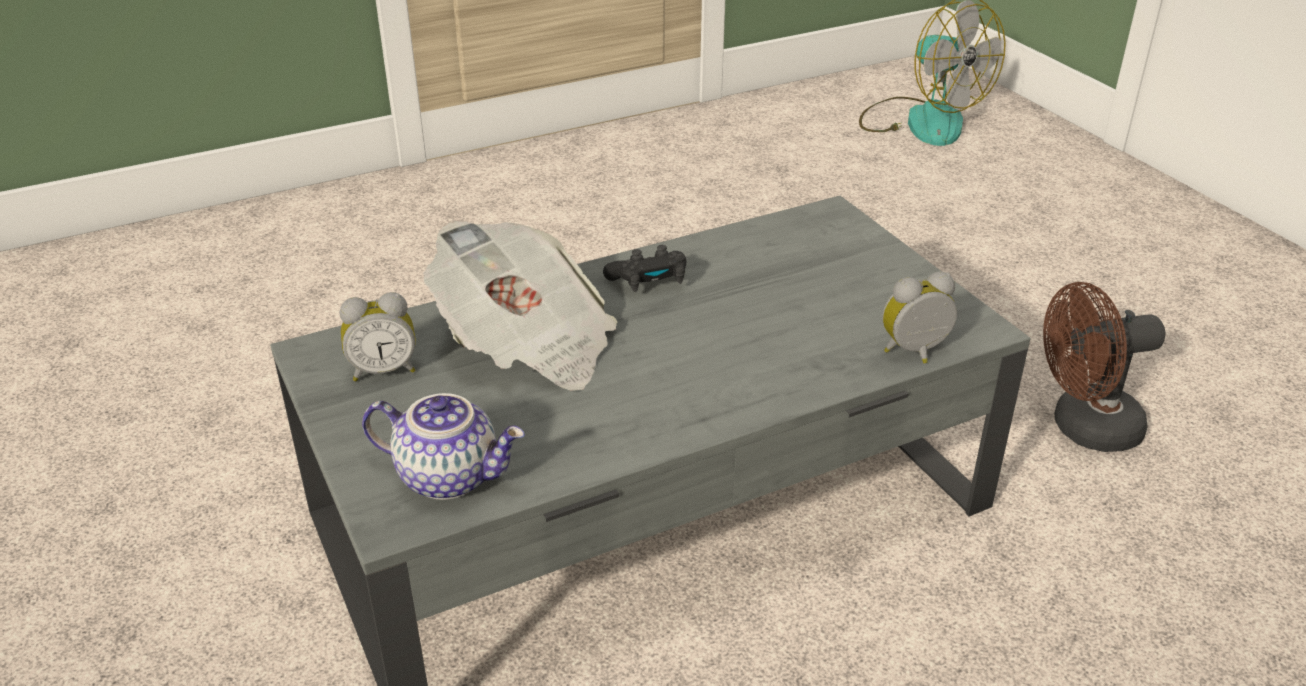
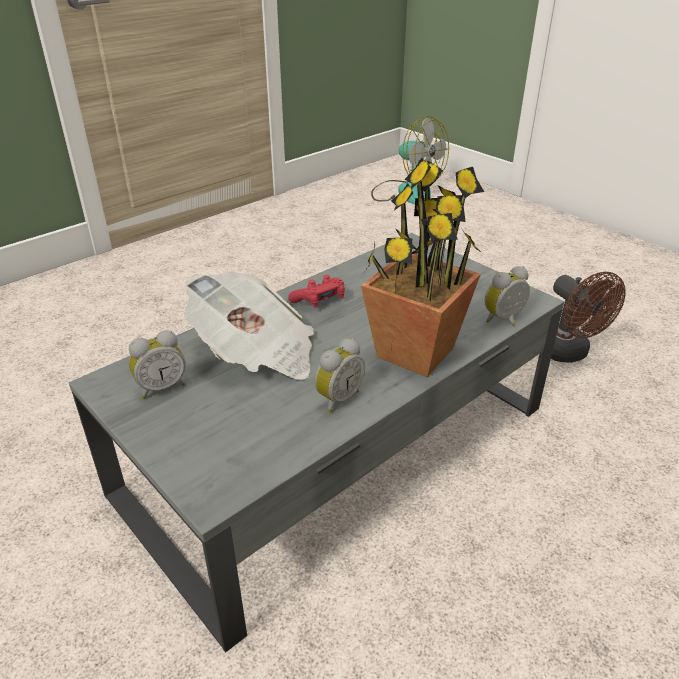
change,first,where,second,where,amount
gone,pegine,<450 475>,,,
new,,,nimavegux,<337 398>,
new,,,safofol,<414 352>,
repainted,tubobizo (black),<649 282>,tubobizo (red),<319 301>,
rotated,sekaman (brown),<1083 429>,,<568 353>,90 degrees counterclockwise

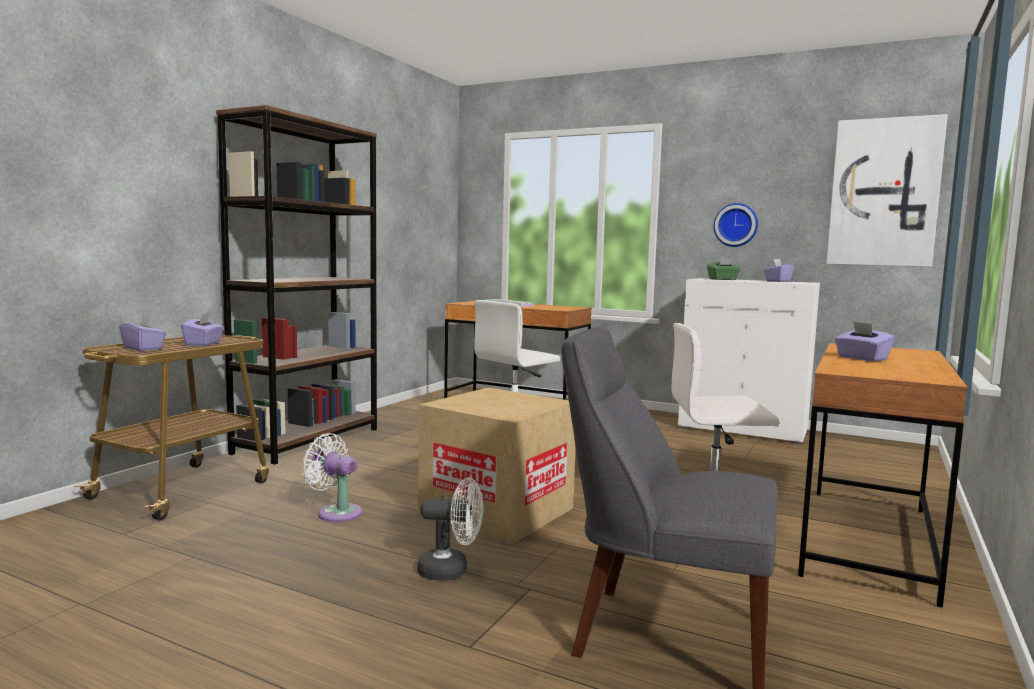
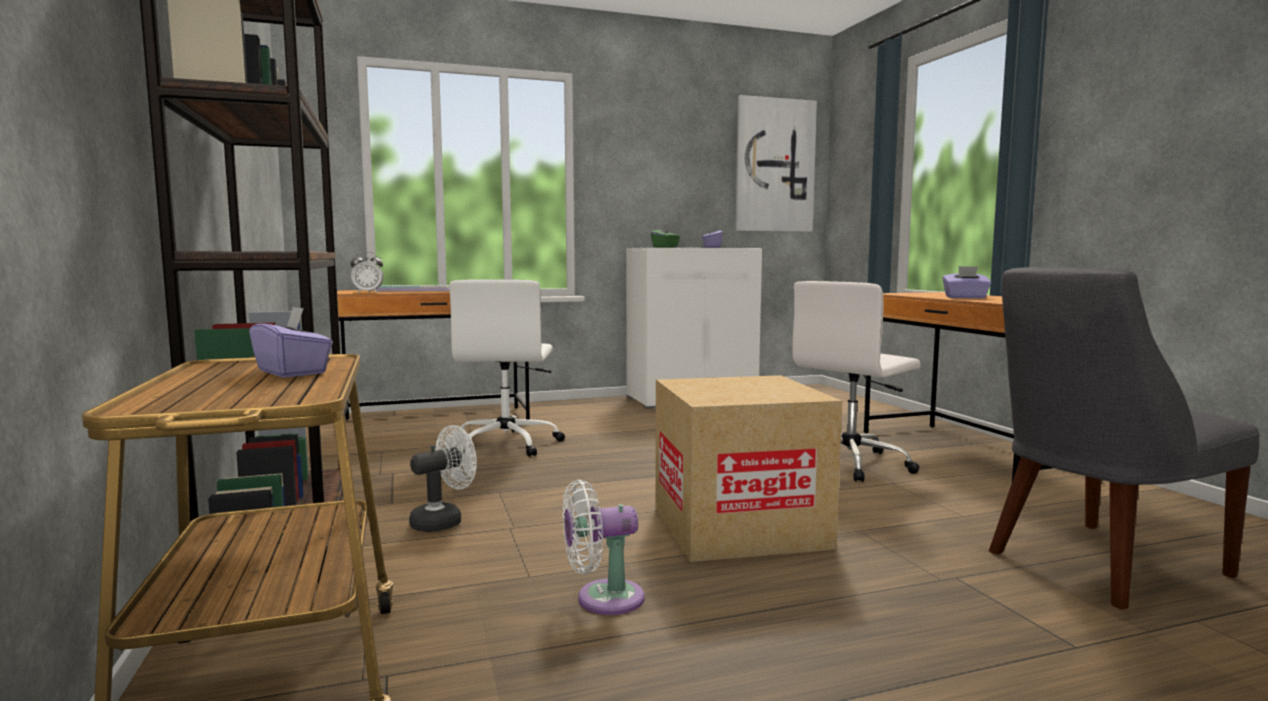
change,first,where,second,where,amount
gone,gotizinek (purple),<143 348>,,,
gone,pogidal,<736 225>,,,
new,,,nimavegux,<368 292>,
shifted,sekaman (white),<451 571>,,<444 521>,

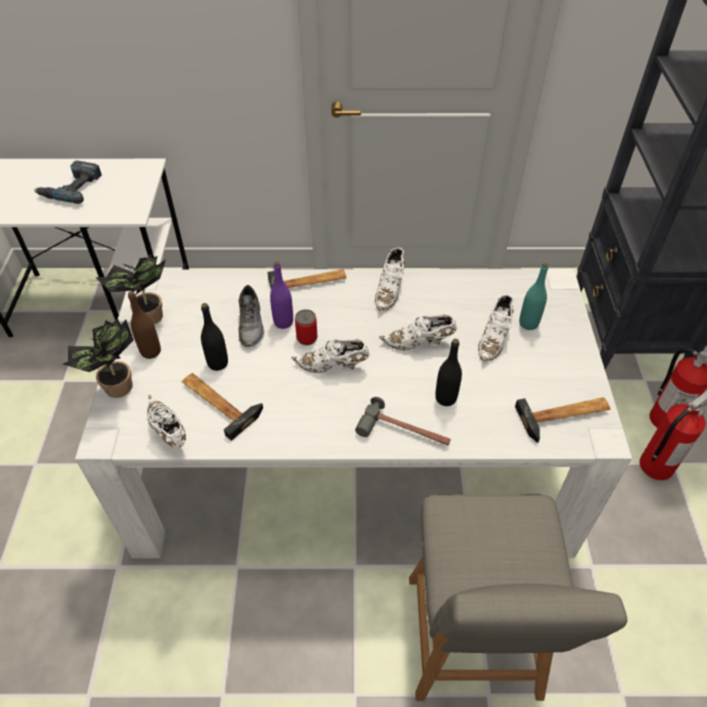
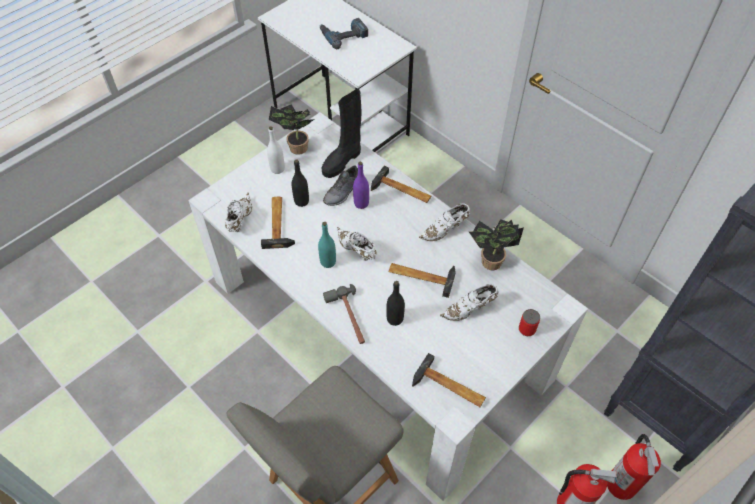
change,first,where,second,where,amount
new,,,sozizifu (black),<342 161>,
shifted,safofol,<117 390>,,<489 264>,
shifted,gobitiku,<307 338>,,<527 329>,
shifted,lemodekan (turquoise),<528 323>,,<328 262>,
swapped,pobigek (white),<419 343>,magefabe,<421 276>,
repainted,lemodekan (brown),<151 351>,lemodekan (white),<277 169>,

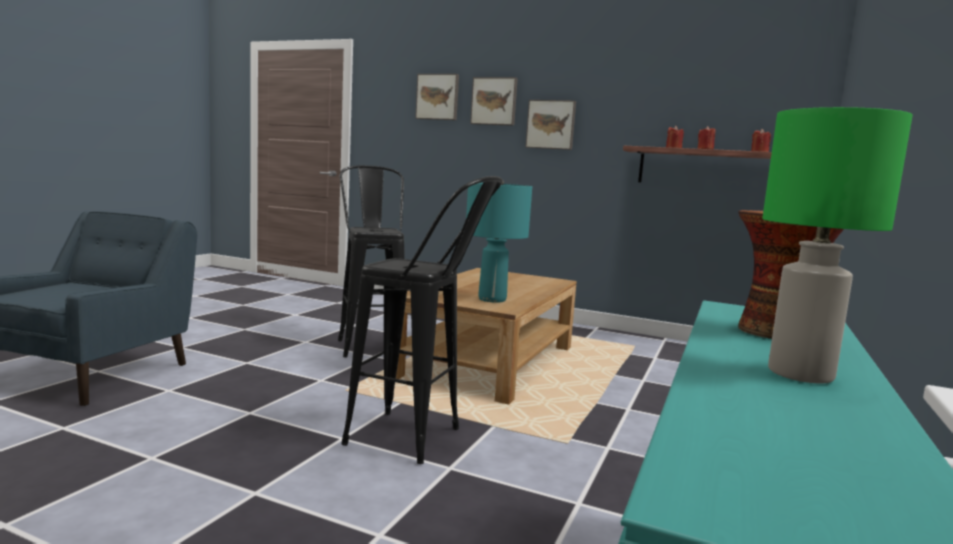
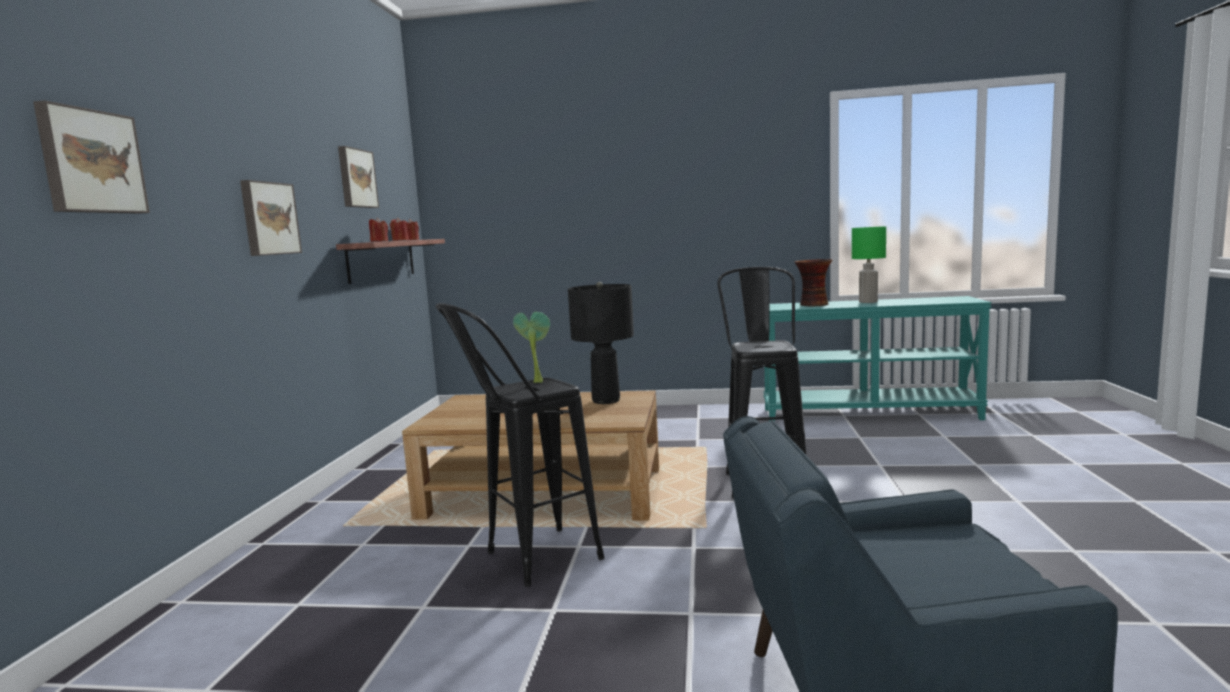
change,first,where,second,where,amount
new,,,safofol,<536 381>,
shifted,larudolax,<494 101>,,<356 178>,
repainted,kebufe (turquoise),<492 299>,kebufe (black),<605 400>,

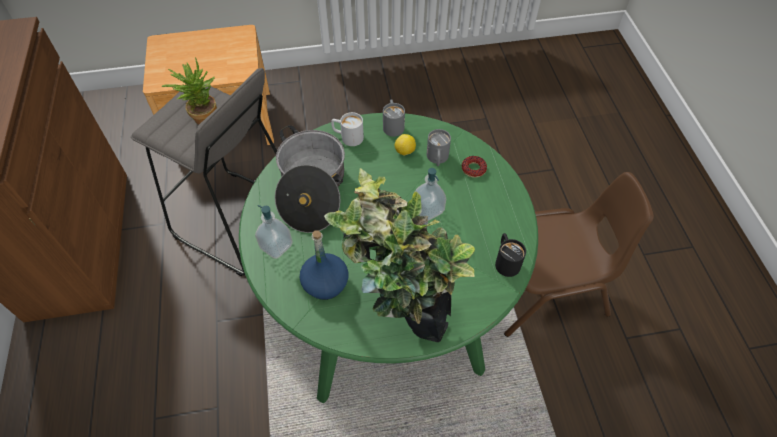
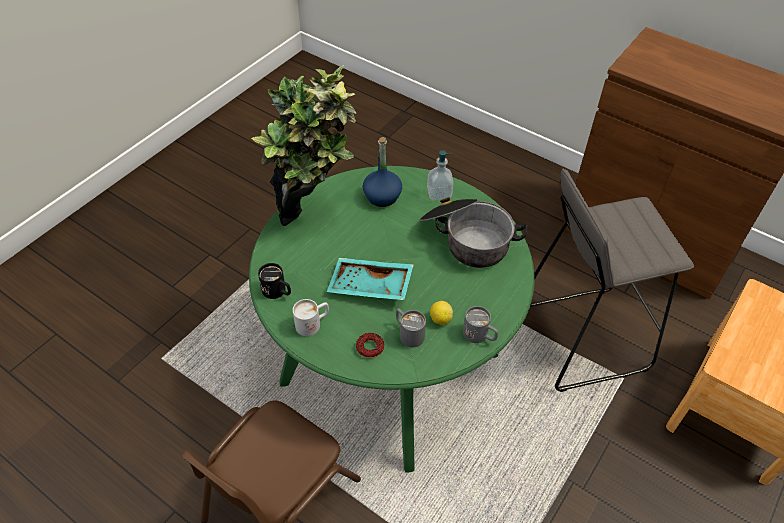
change,first,where,second,where,amount
gone,safofol,<202 116>,,,
shifted,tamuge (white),<347 137>,,<313 323>,
swapped,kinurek,<428 209>,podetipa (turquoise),<370 287>,

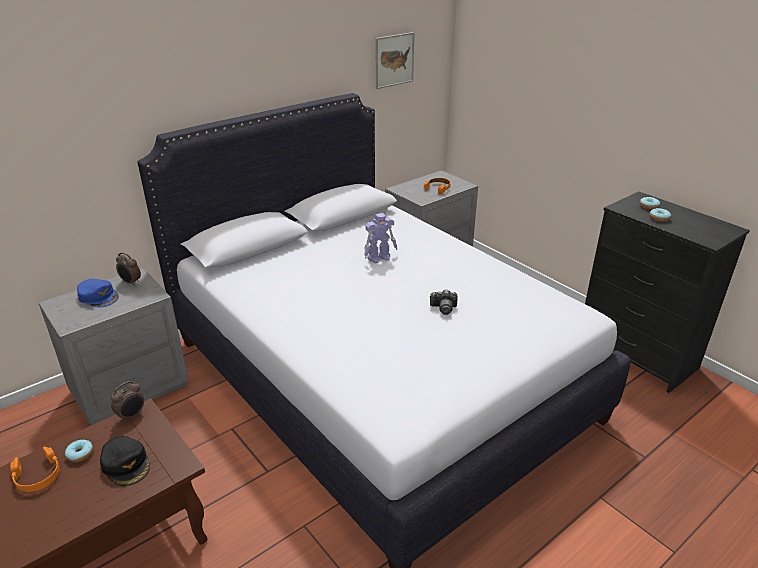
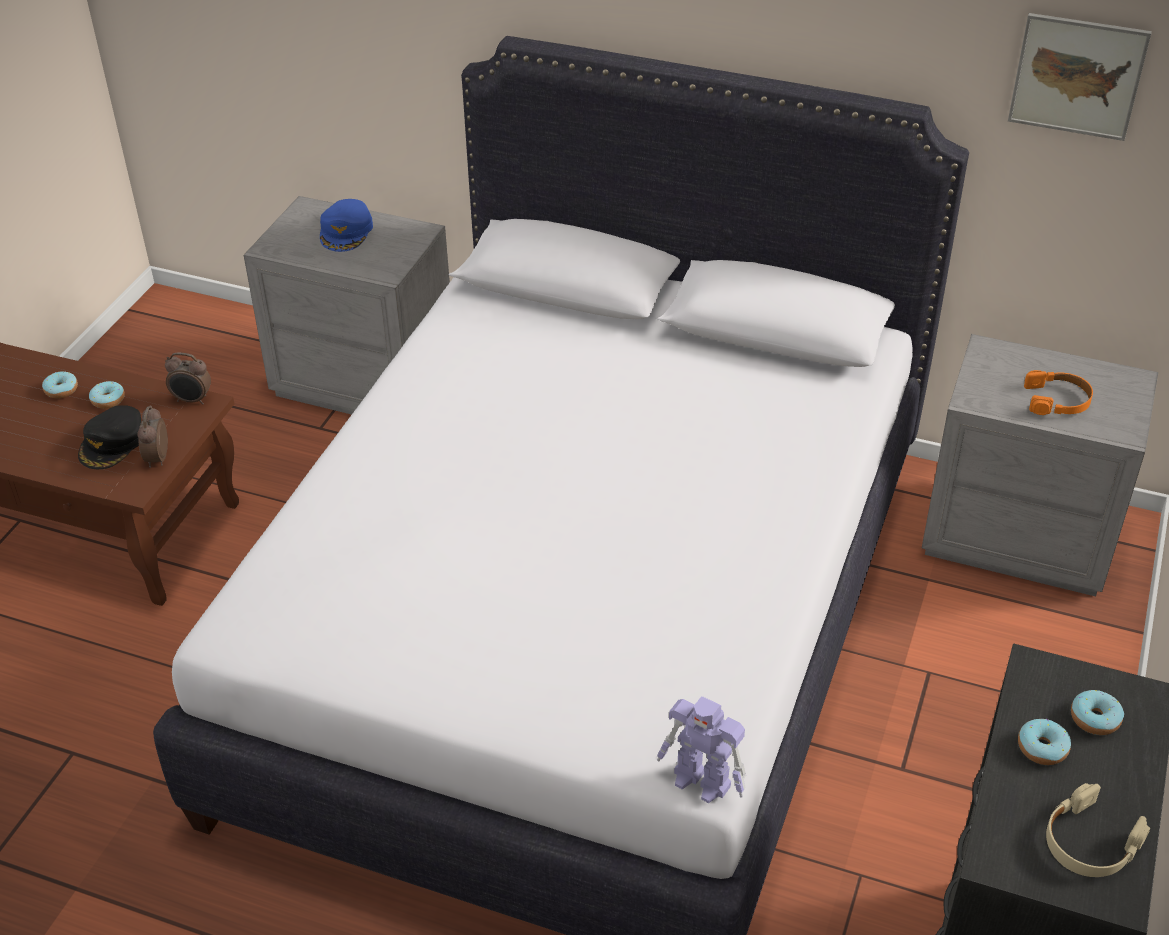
change,first,where,second,where,amount
gone,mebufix,<443 308>,,,
new,,,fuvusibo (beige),<1089 842>,
shifted,nimavegux,<131 282>,,<157 458>,
shifted,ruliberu,<379 258>,,<702 782>,
swapped,fuvusibo (orange),<37 475>,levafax,<61 390>,

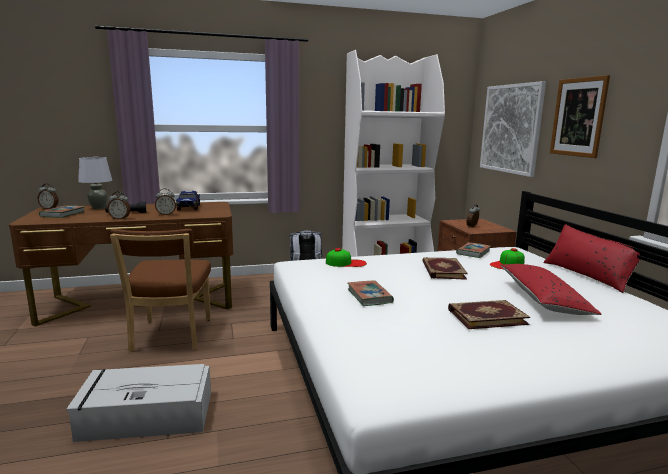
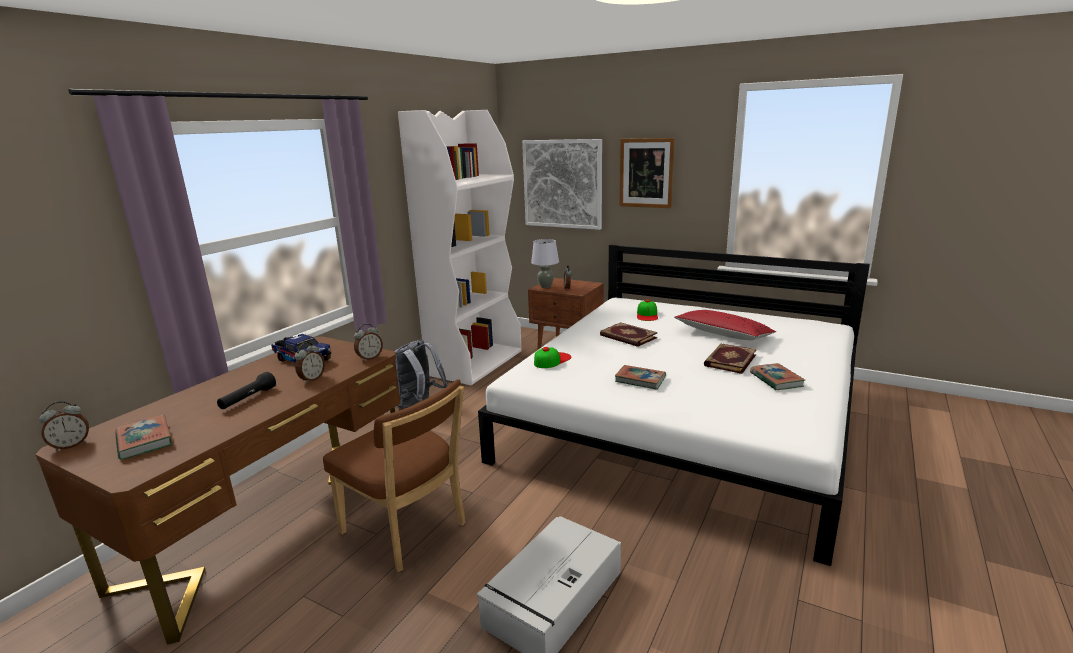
change,first,where,second,where,amount
gone,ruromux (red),<588 275>,,,
shifted,kebufe (grey),<98 208>,,<545 286>,
shifted,nimavegux,<120 219>,,<369 358>,
shifted,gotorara,<473 252>,,<776 380>,

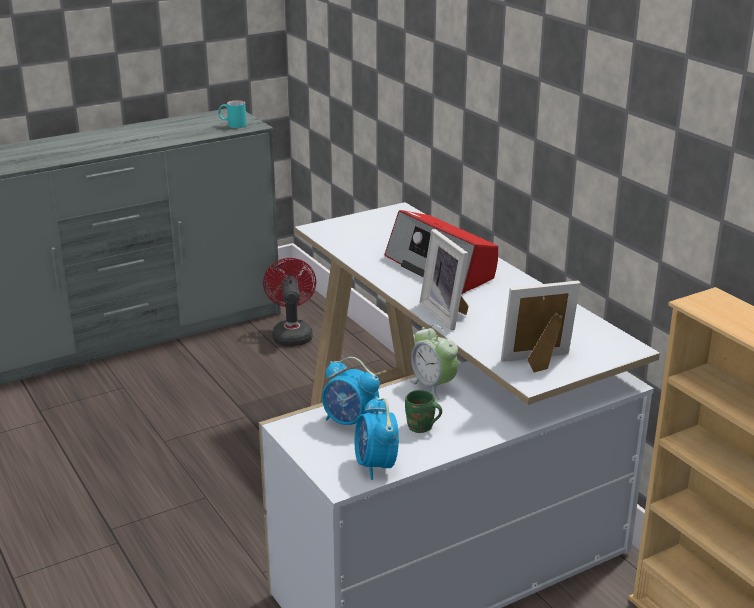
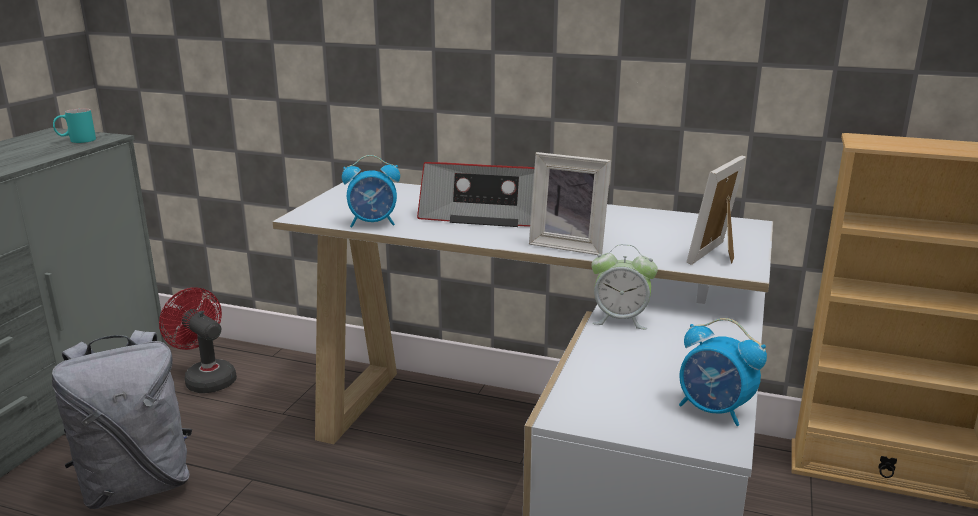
change,first,where,second,where,amount
gone,tamuge (green),<421 428>,,,
new,,,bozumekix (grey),<138 485>,
shifted,nimavegux,<350 422>,,<373 223>,

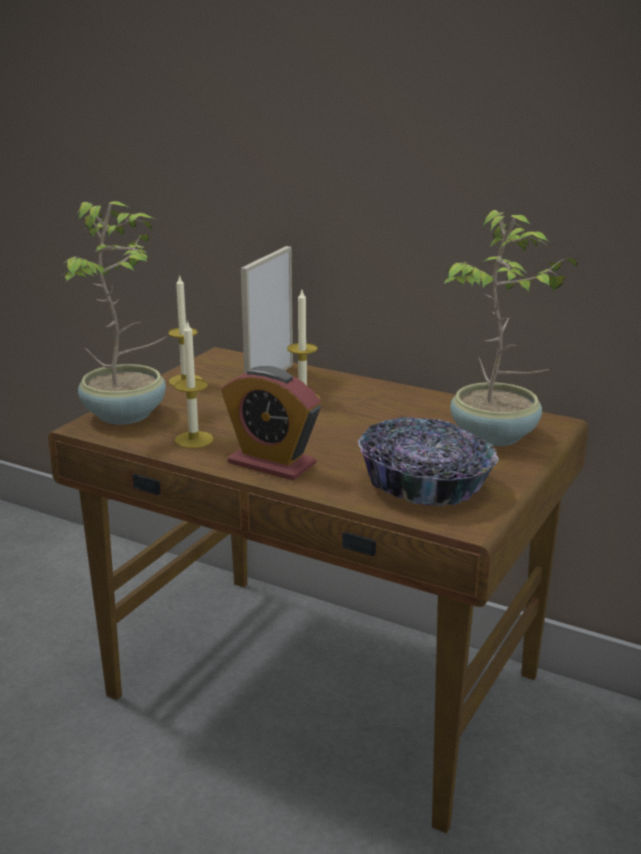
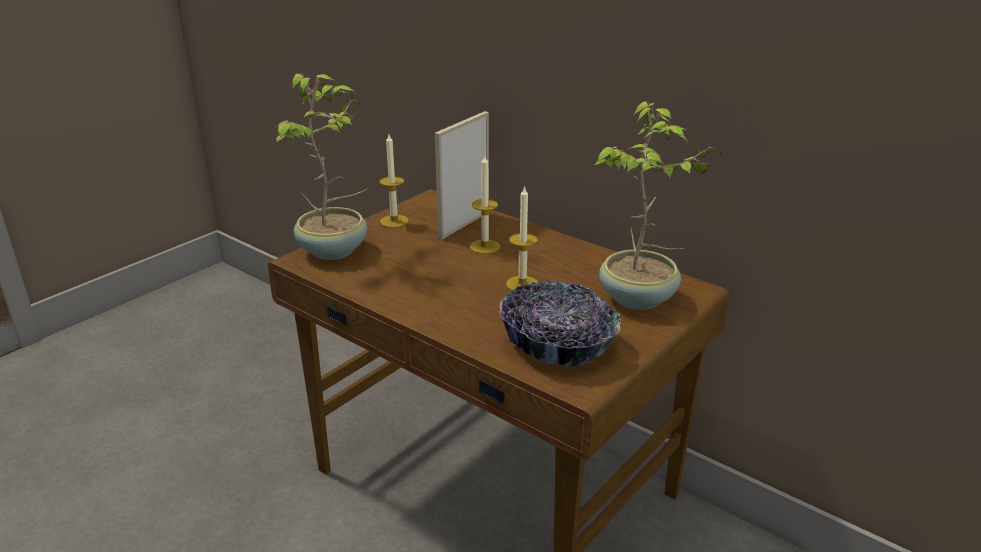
change,first,where,second,where,amount
gone,nimavegux,<271 464>,,,
shifted,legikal,<194 439>,,<522 284>,

